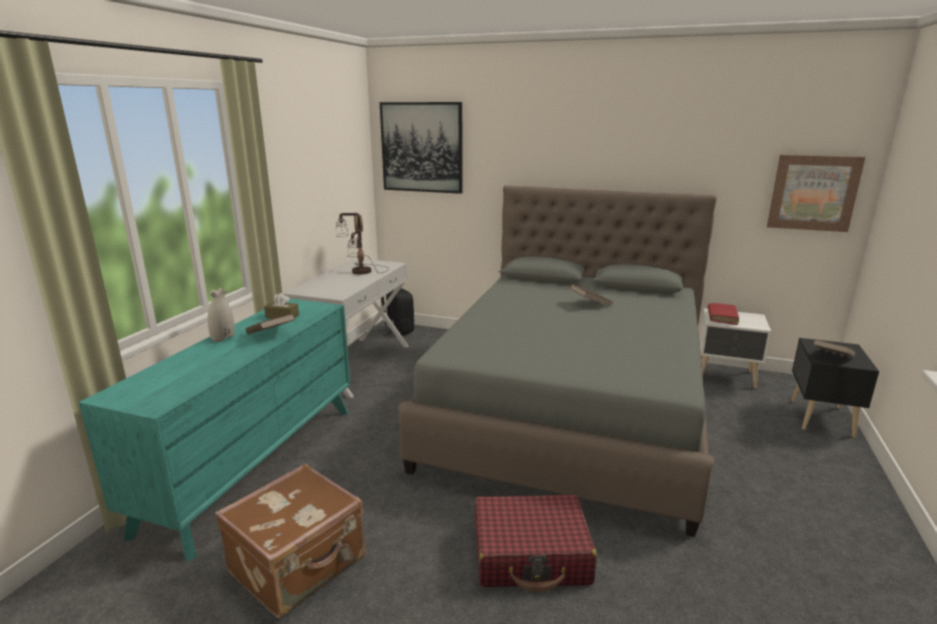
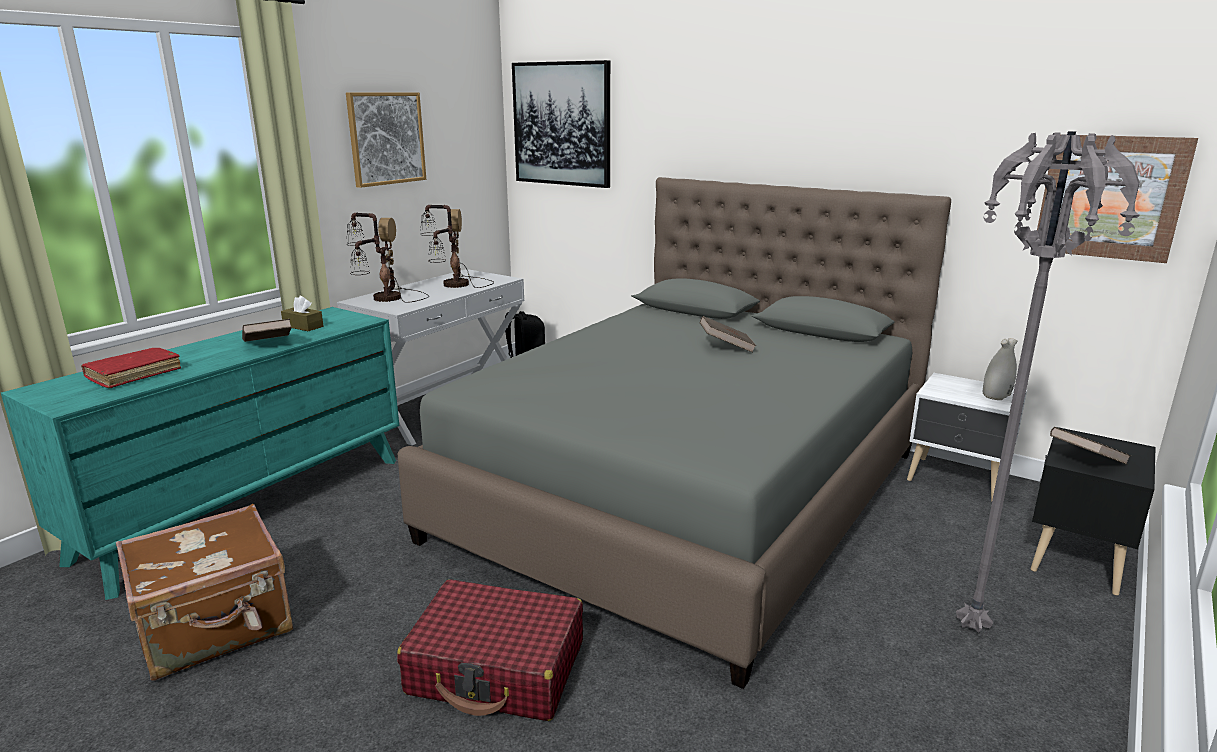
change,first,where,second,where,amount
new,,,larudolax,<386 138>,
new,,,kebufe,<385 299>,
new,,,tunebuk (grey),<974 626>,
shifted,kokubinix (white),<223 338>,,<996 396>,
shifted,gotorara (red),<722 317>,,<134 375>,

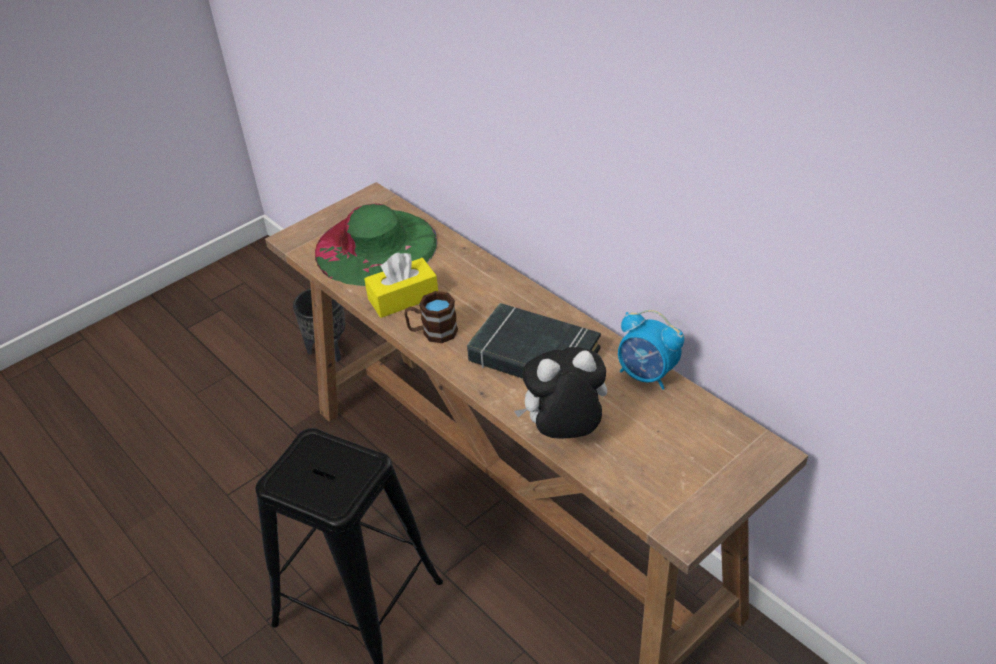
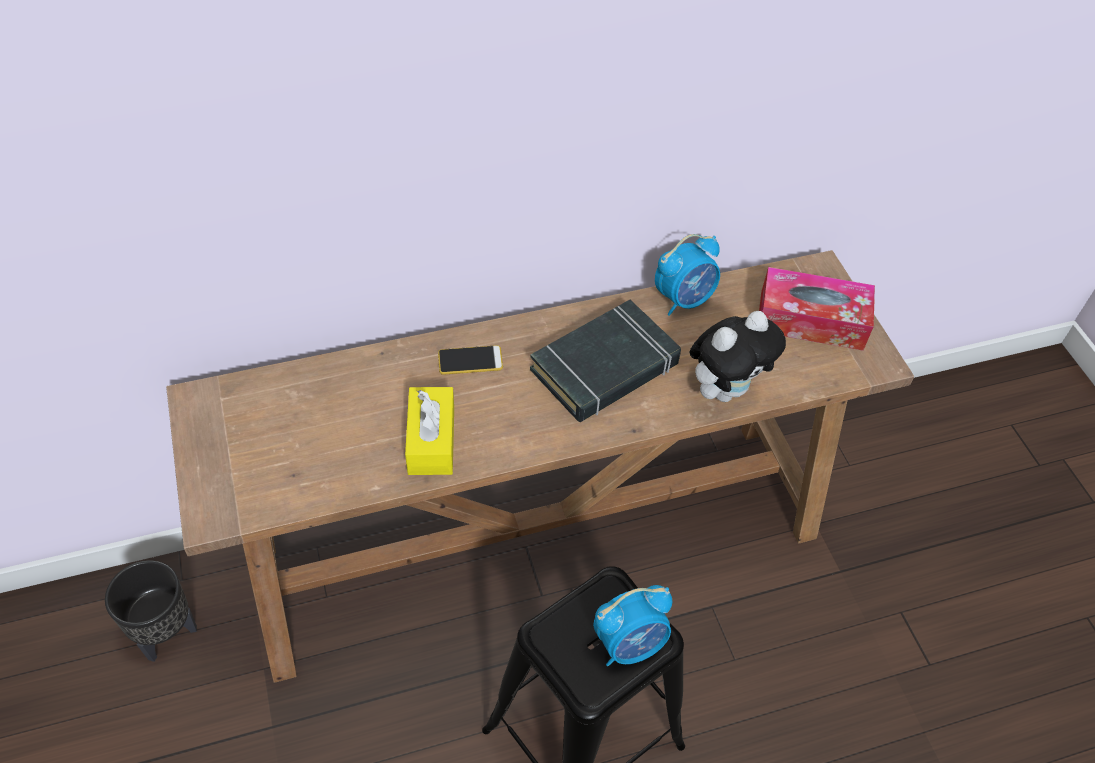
change,first,where,second,where,amount
gone,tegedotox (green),<376 247>,,,
gone,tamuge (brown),<432 332>,,,
new,,,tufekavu,<470 360>,
new,,,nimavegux,<630 644>,
new,,,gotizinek,<811 320>,
rotated,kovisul,<564 432>,,<725 389>,135 degrees counterclockwise

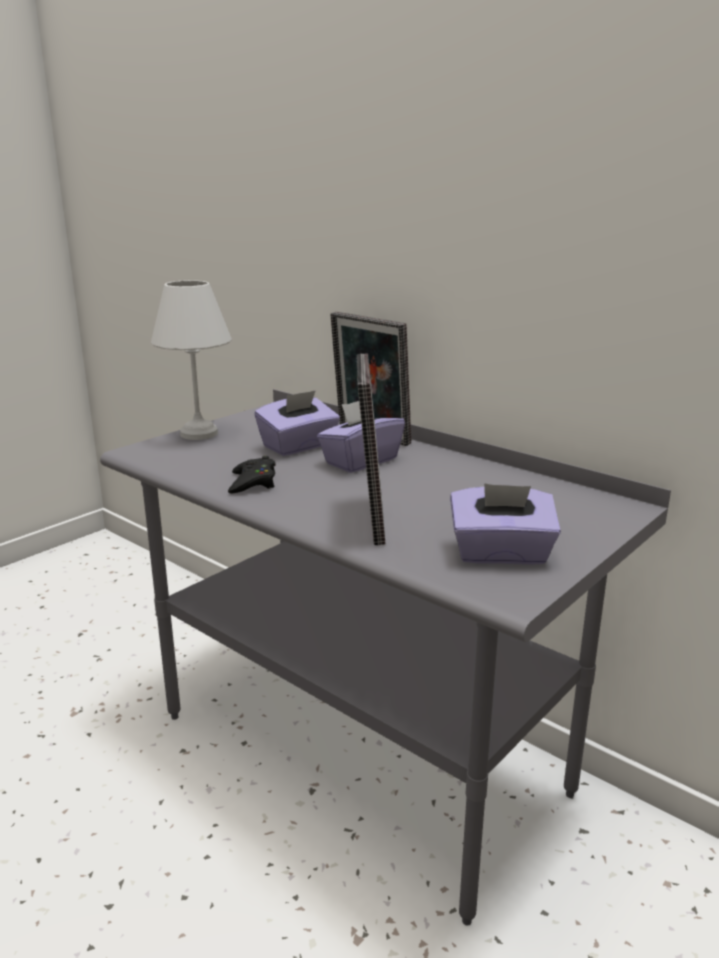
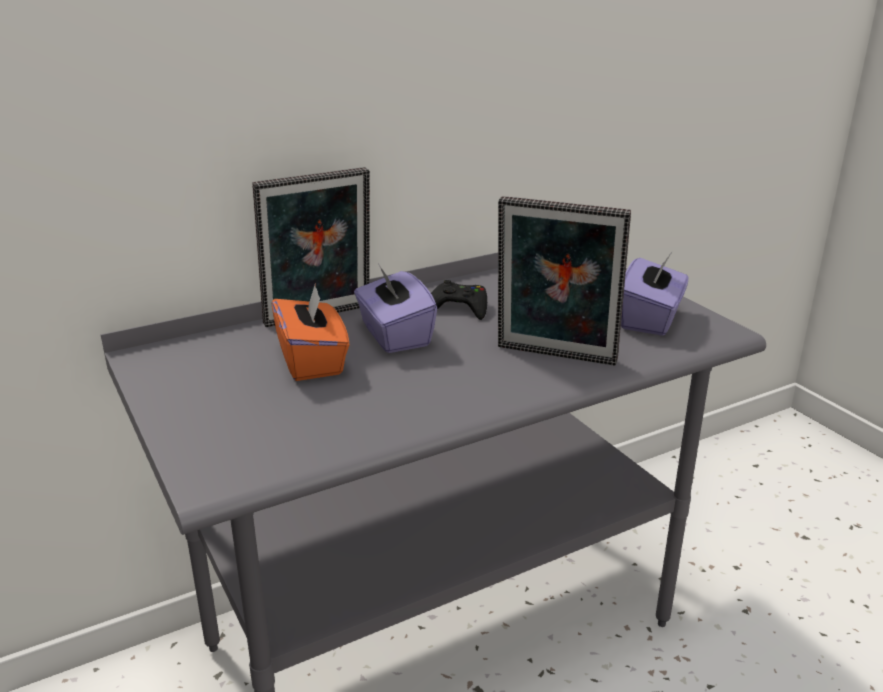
change,first,where,second,where,amount
gone,kebufe (white),<200 434>,,,
shifted,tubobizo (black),<253 482>,,<459 308>,
repainted,gotizinek (purple),<299 446>,gotizinek (orange),<312 361>,

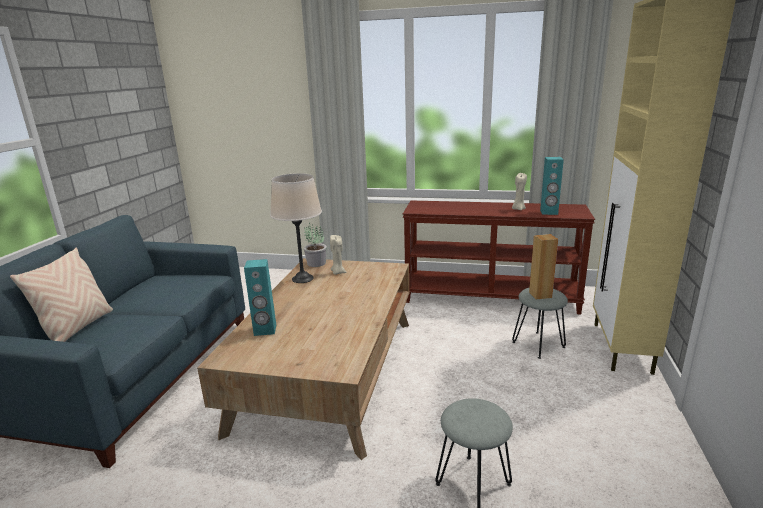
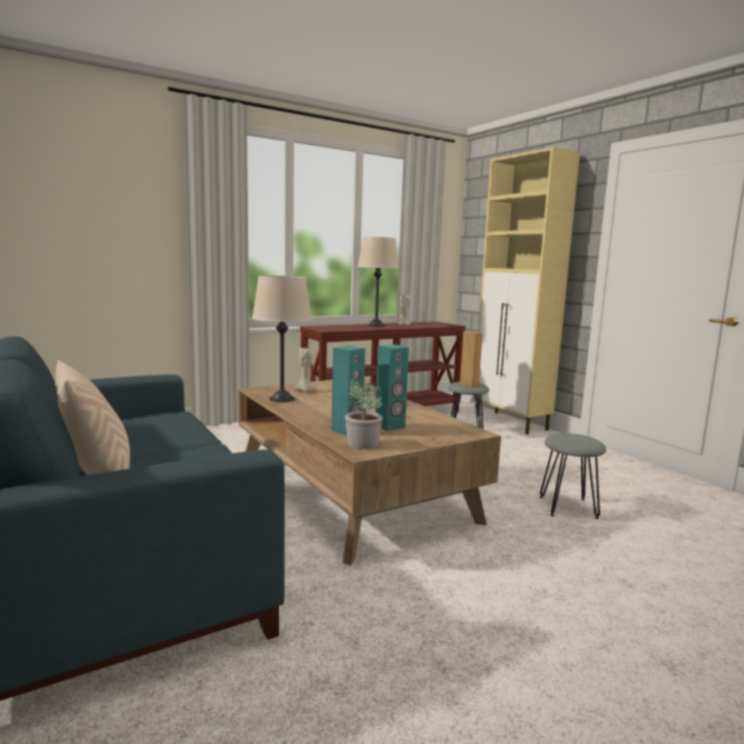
change,first,where,second,where,amount
new,,,kebufe (beige),<376 325>,
shifted,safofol,<316 263>,,<362 444>,
shifted,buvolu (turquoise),<549 212>,,<390 426>,

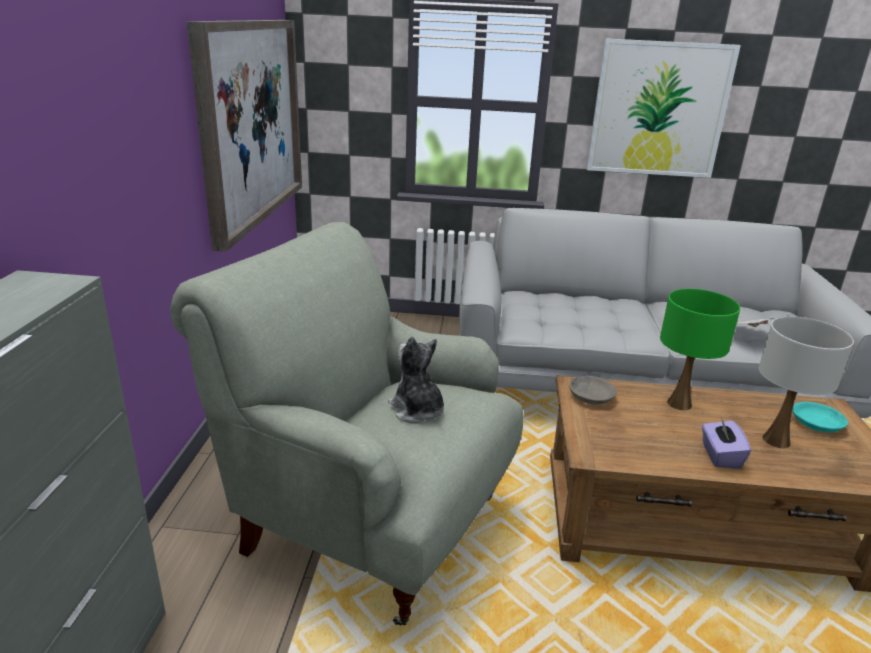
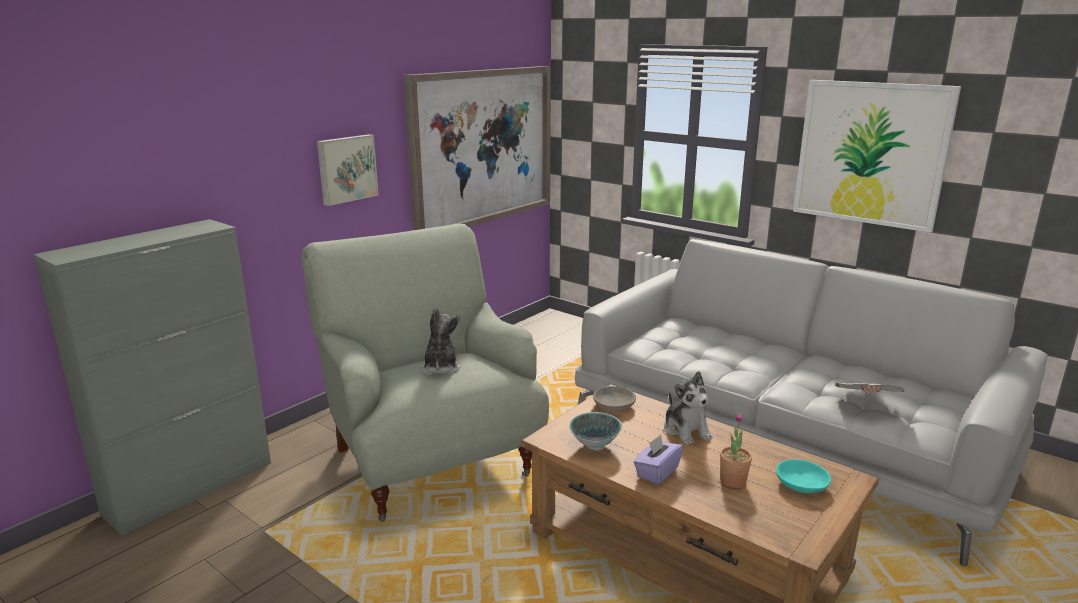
change,first,where,second,where,amount
new,,,larudolax,<346 169>,
new,,,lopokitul,<595 445>,
swapped,kebufe (green),<679 403>,kovisul,<686 430>,
swapped,kebufe (white),<776 440>,safofol,<733 481>,

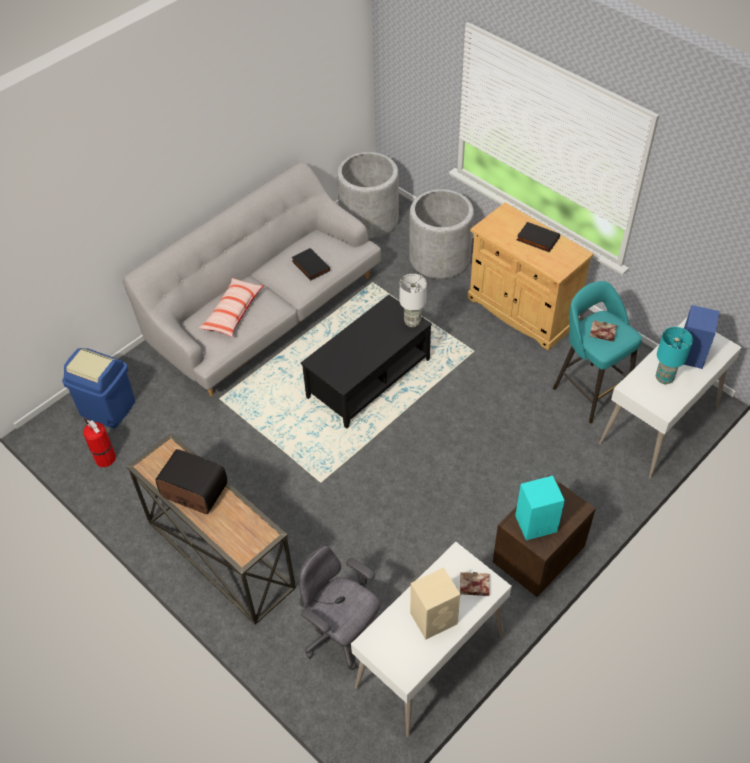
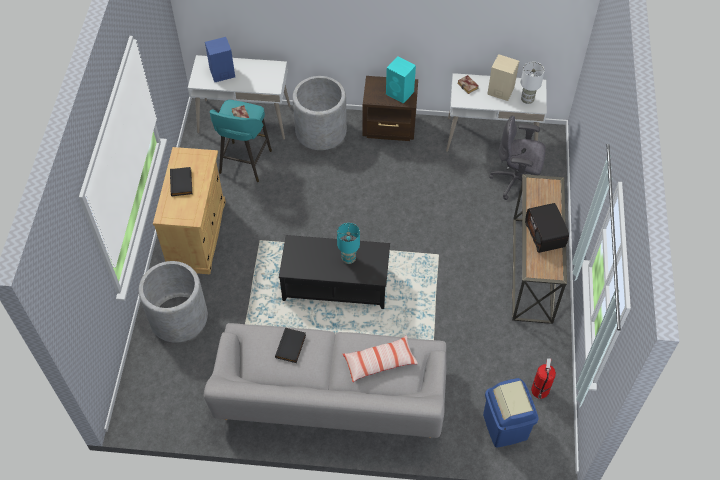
change,first,where,second,where,amount
shifted,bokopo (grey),<369 219>,,<321 131>,
shifted,kebufe (white),<412 322>,,<527 100>,
shifted,kebufe (turquoise),<663 378>,,<349 259>,
rotated,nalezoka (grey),<341 634>,,<516 181>,105 degrees clockwise

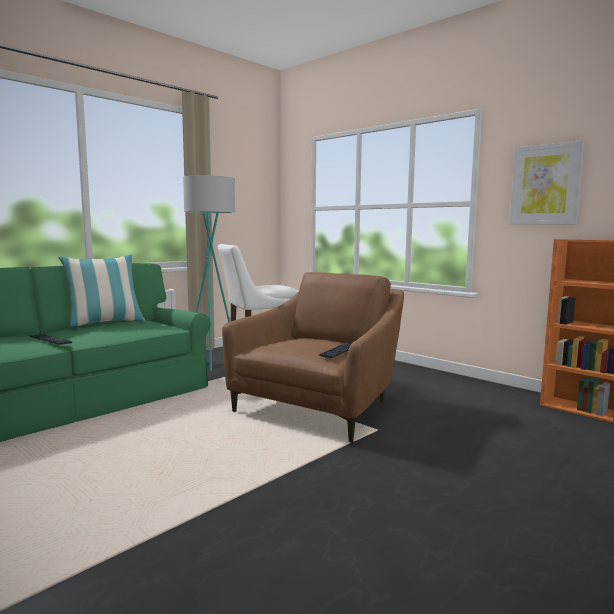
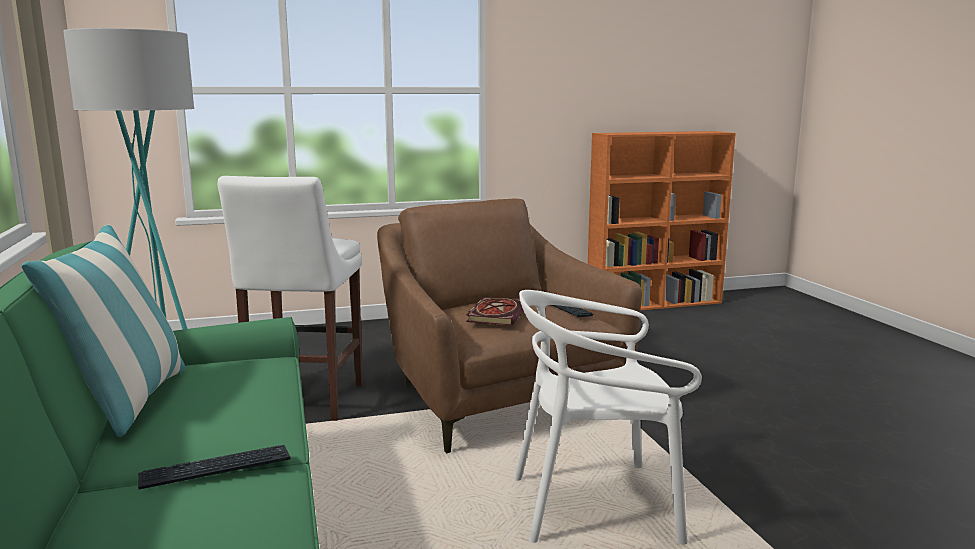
change,first,where,second,where,amount
gone,larudolax,<545 185>,,,
new,,,gotorara,<496 314>,
new,,,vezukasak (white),<595 505>,

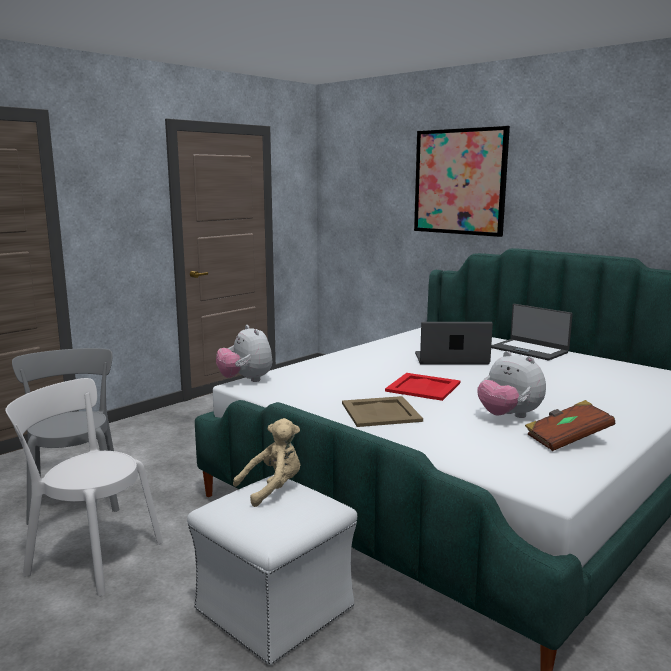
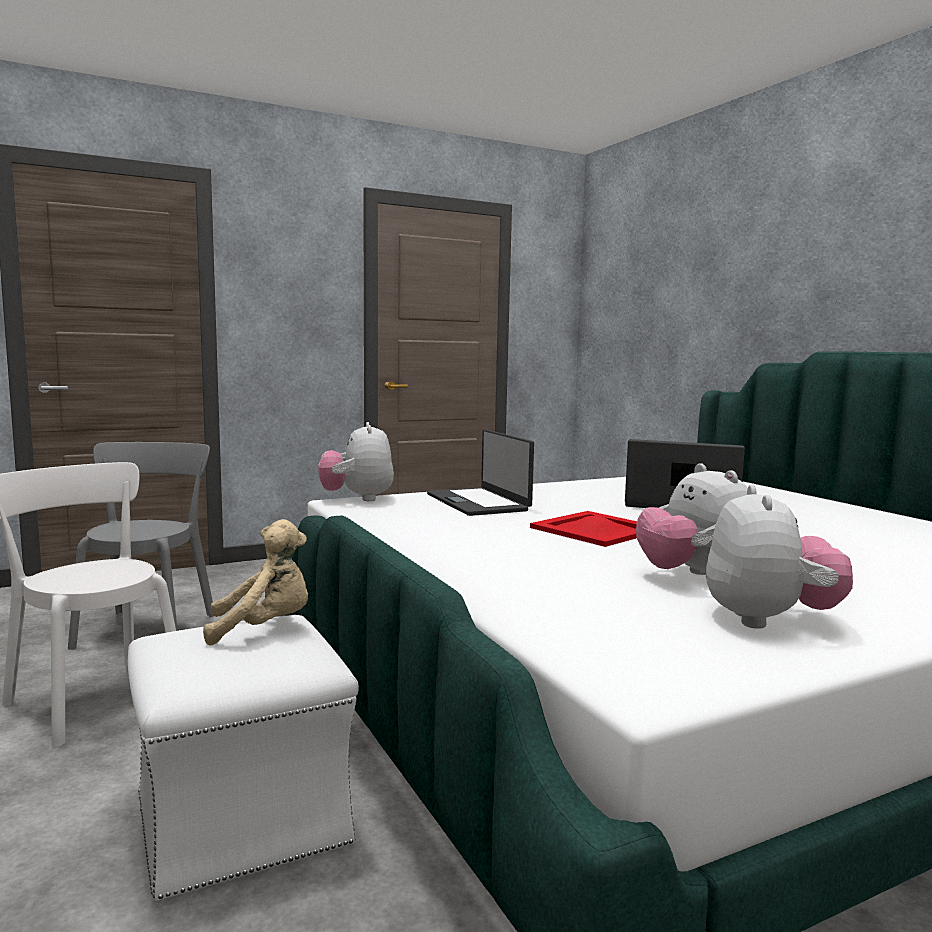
change,first,where,second,where,amount
gone,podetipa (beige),<380 412>,,,
gone,larudolax,<459 182>,,,
shifted,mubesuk,<529 350>,,<478 502>,
swapped,gotorara (brown),<566 439>,kovisul,<768 620>,

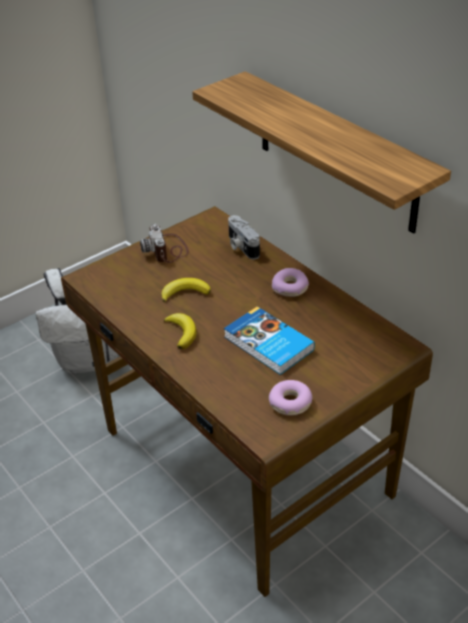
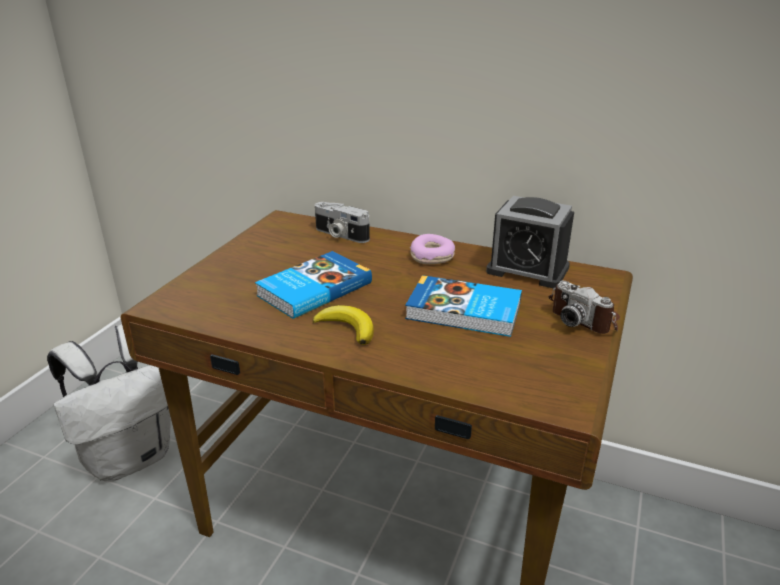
change,first,where,second,where,amount
gone,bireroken,<335 152>,,,
gone,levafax,<290 403>,,,
new,,,nimavegux,<527 269>,
shifted,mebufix,<167 250>,,<584 317>,
swapped,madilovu,<185 292>,gotorara,<313 289>,

